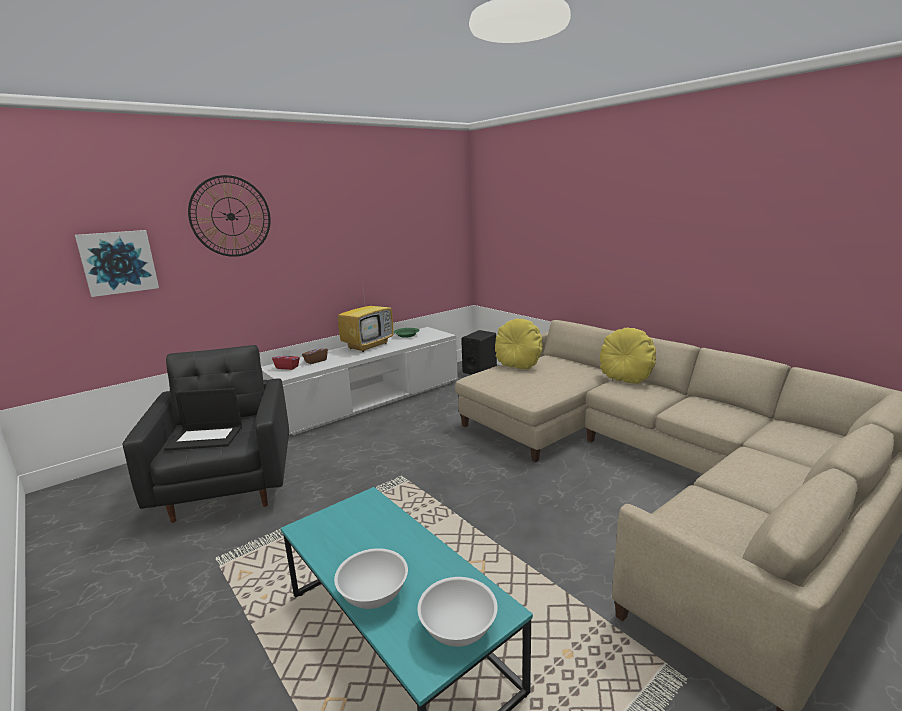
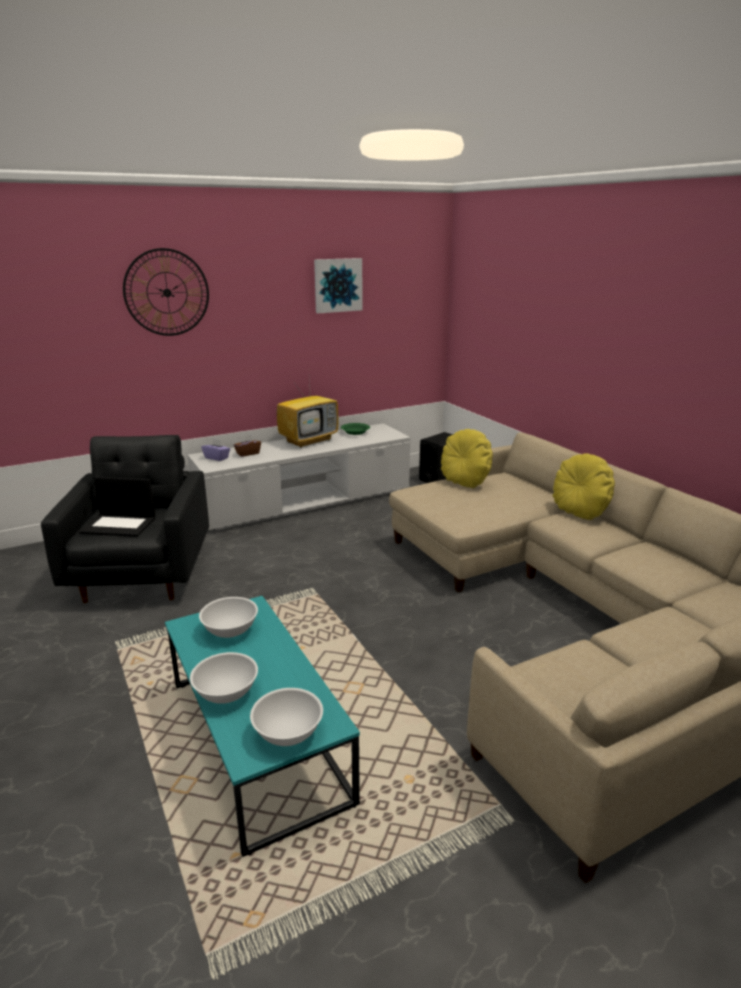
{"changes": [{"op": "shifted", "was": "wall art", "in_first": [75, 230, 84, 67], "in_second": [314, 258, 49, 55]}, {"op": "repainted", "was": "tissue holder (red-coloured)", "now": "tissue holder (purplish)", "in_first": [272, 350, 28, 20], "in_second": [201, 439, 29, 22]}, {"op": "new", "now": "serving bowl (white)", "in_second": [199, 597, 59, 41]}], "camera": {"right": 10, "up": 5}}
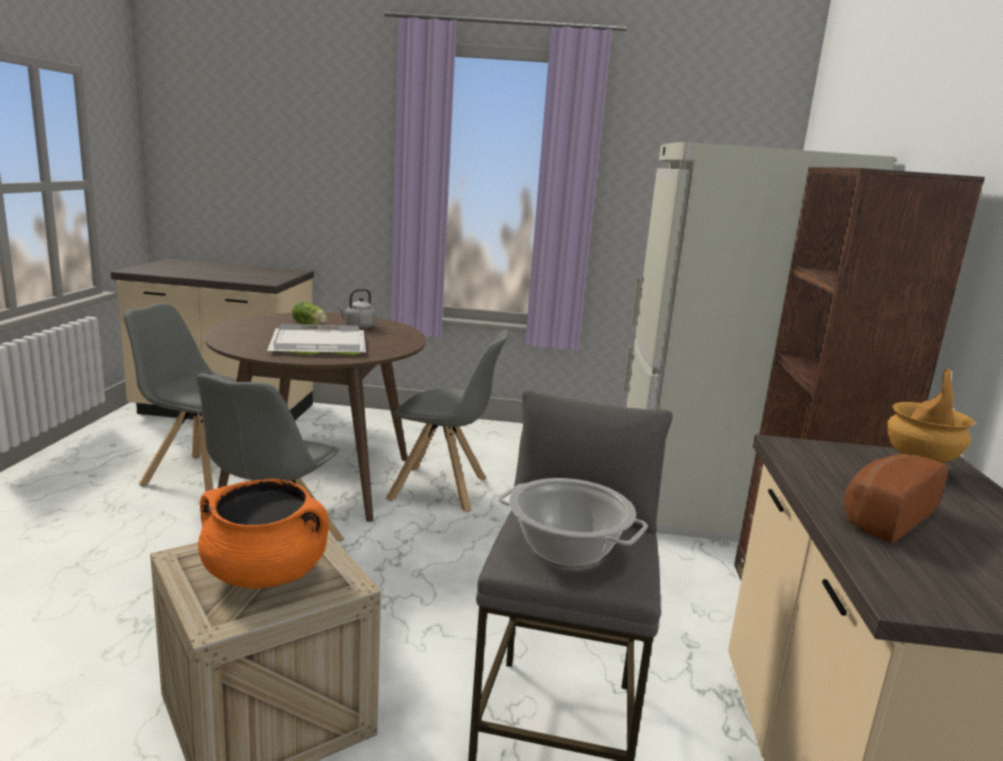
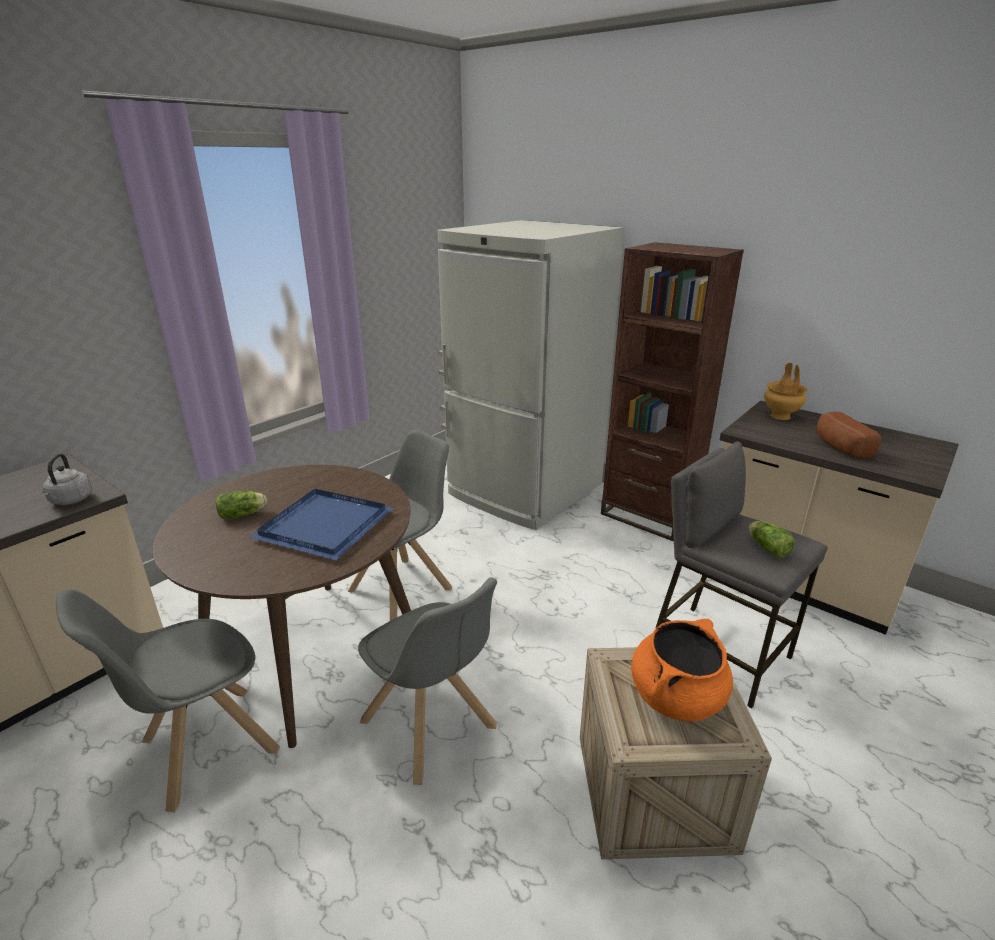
{"changes": [{"op": "shifted", "was": "tea kettle (greyish)", "in_first": [337, 289, 40, 39], "in_second": [42, 454, 50, 51]}, {"op": "repainted", "was": "carrying tray (white)", "now": "carrying tray (blue-coloured)", "in_first": [267, 324, 99, 31], "in_second": [249, 489, 144, 71]}, {"op": "swapped", "was": "cooking pot", "now": "lettuce head", "in_first": [499, 478, 149, 89], "in_second": [749, 521, 46, 36]}], "camera": {"right": -55, "up": 10}}
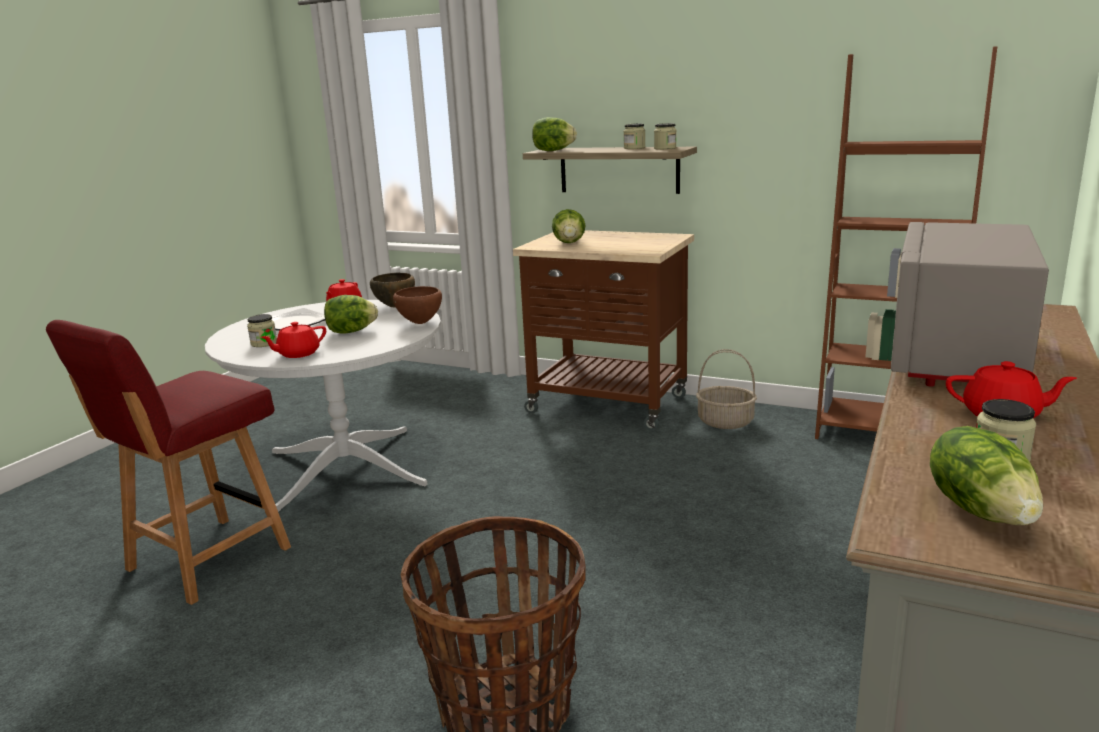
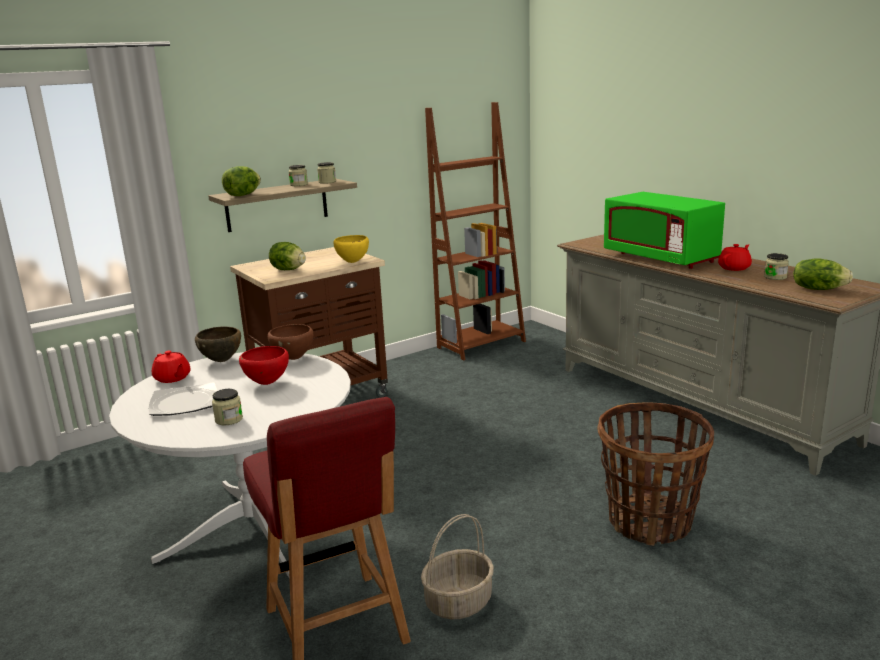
{"changes": [{"op": "repainted", "was": "microwave oven (greyish)", "now": "microwave oven (green-coloured)", "in_first": [891, 222, 158, 165], "in_second": [604, 192, 121, 77]}, {"op": "swapped", "was": "lettuce head", "now": "serving bowl (red-coloured)", "in_first": [324, 295, 54, 39], "in_second": [239, 346, 50, 39]}, {"op": "gone", "was": "teapot (red-coloured)", "in_first": [260, 322, 66, 36]}, {"op": "shifted", "was": "storage basket", "in_first": [696, 349, 61, 80], "in_second": [421, 514, 73, 106]}, {"op": "new", "now": "serving bowl (yellow)", "in_second": [333, 235, 36, 28]}], "camera": {"right": -60, "up": 0}}
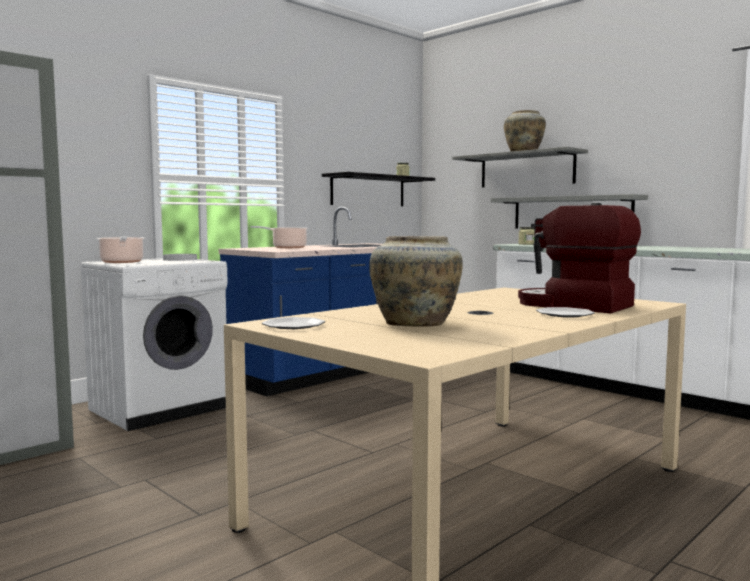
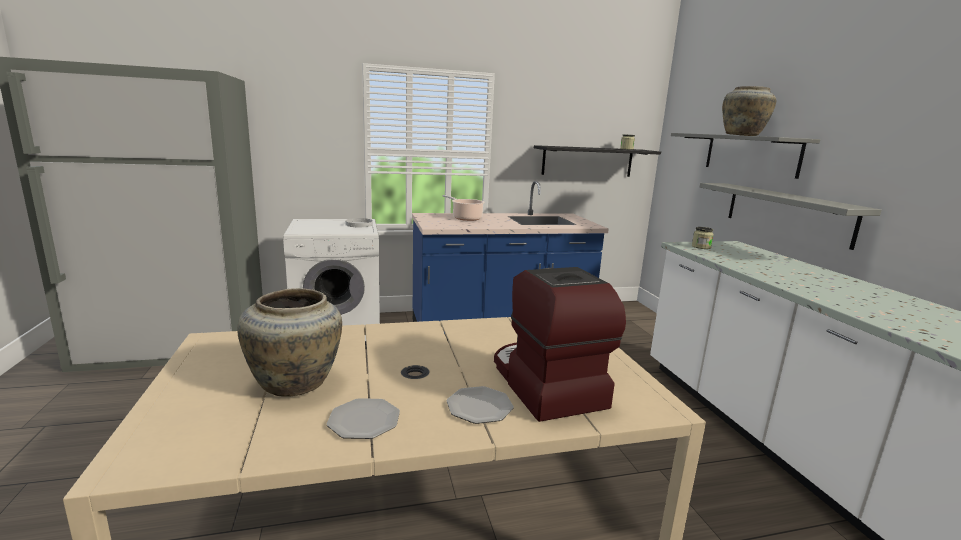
{"changes": [{"op": "gone", "was": "cooking pot", "in_first": [97, 237, 48, 26]}, {"op": "shifted", "was": "flat dish", "in_first": [262, 317, 63, 12], "in_second": [327, 398, 73, 41]}], "camera": {"right": 30, "up": 10}}
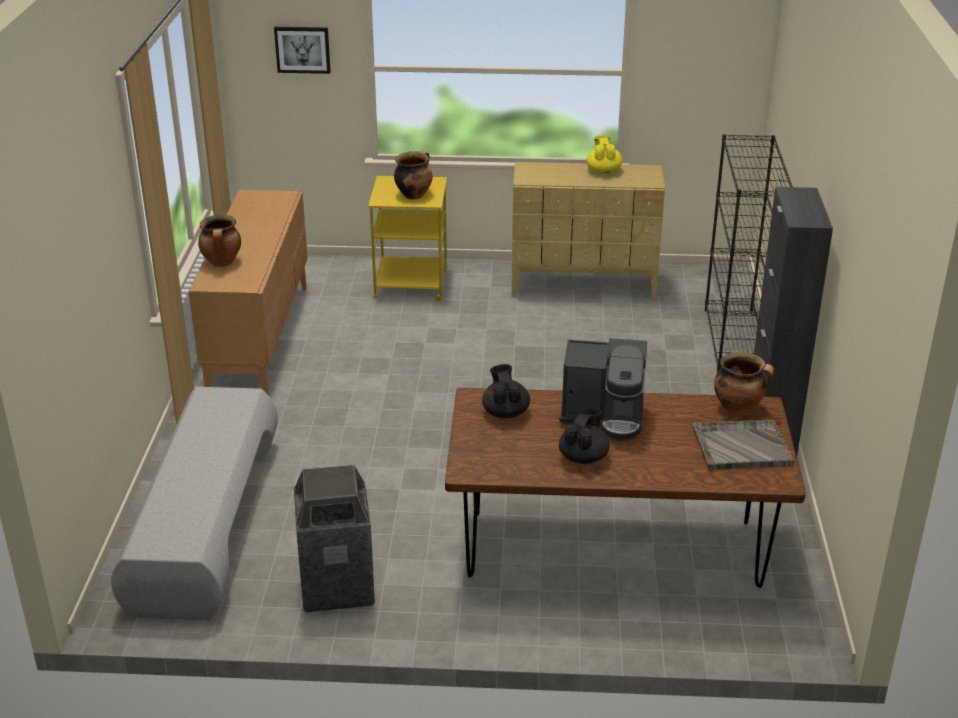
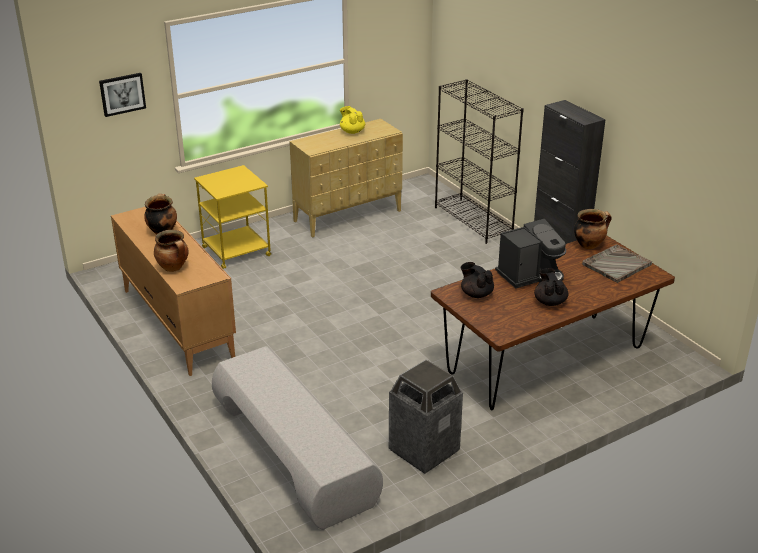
{"changes": [{"op": "shifted", "was": "cooking pot", "in_first": [394, 150, 39, 50], "in_second": [144, 194, 33, 41]}], "camera": {"right": -35, "up": 0}}
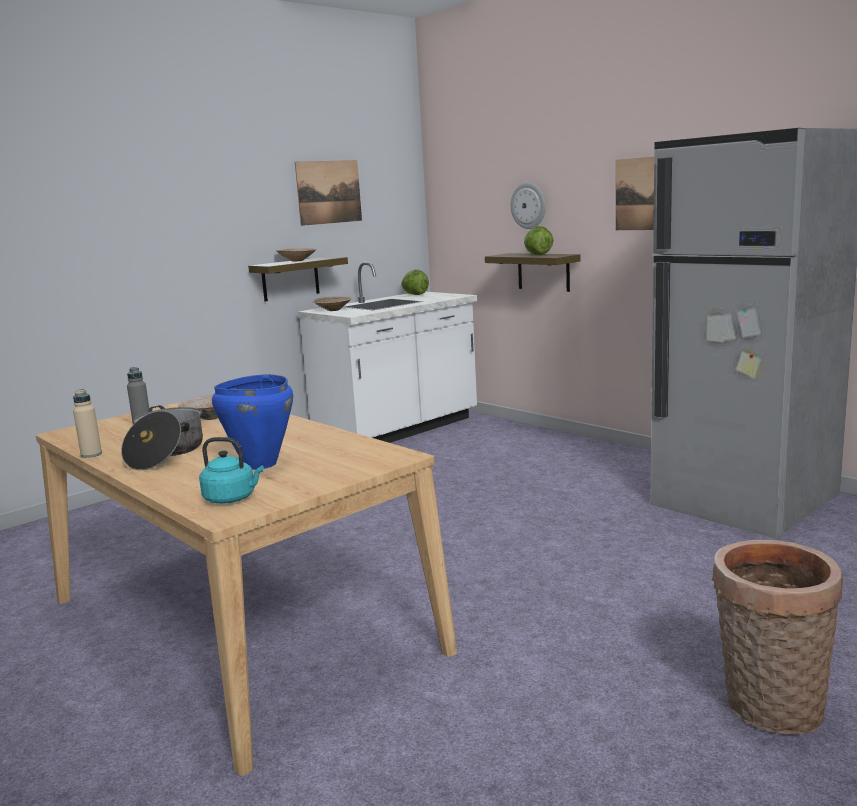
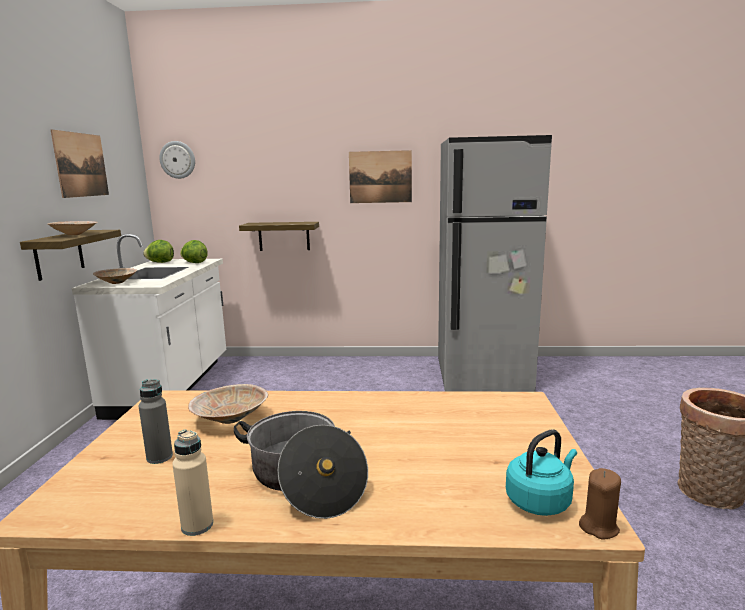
{"changes": [{"op": "shifted", "was": "wall clock", "in_first": [511, 182, 35, 47], "in_second": [159, 141, 36, 38]}, {"op": "shifted", "was": "lettuce head", "in_first": [524, 226, 29, 29], "in_second": [180, 240, 28, 23]}, {"op": "gone", "was": "cooking pot (blue-coloured)", "in_first": [212, 374, 81, 96]}, {"op": "new", "now": "candle (brown-coloured)", "in_second": [579, 468, 42, 71]}], "camera": {"right": -45, "up": 0}}
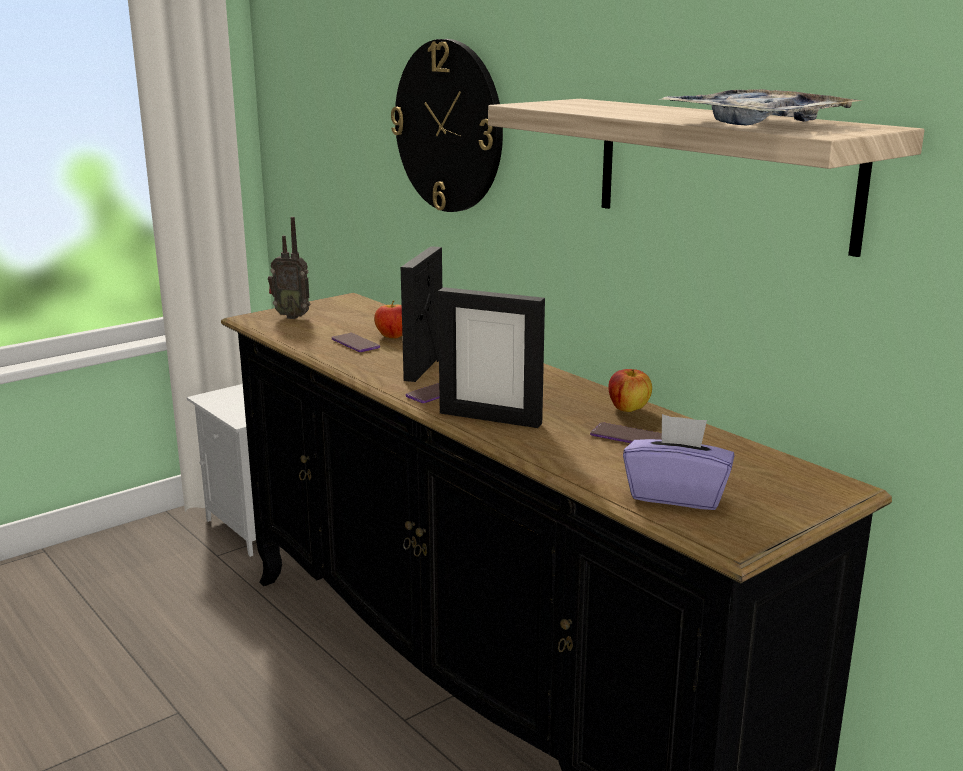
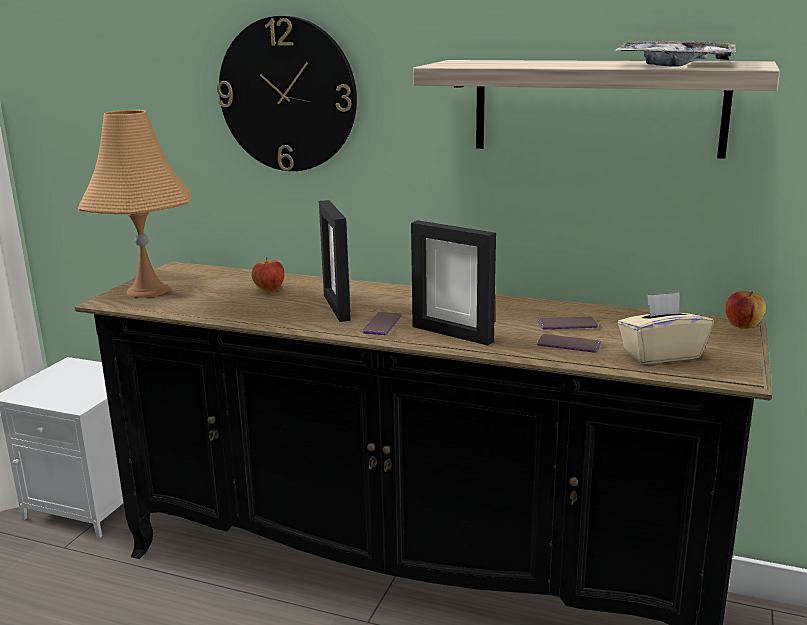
{"changes": [{"op": "swapped", "was": "radio receiver", "now": "table lamp (orange)", "in_first": [268, 217, 42, 102], "in_second": [78, 110, 114, 188]}, {"op": "rotated", "was": "photo frame", "in_first": [438, 287, 107, 141], "in_second": [411, 220, 85, 125], "clockwise": 45}, {"op": "shifted", "was": "phone", "in_first": [332, 333, 48, 19], "in_second": [537, 334, 64, 19]}, {"op": "shifted", "was": "whole apple", "in_first": [608, 369, 44, 43], "in_second": [725, 291, 41, 38]}, {"op": "repainted", "was": "tissue holder (purplish)", "now": "tissue holder (beige)", "in_first": [623, 414, 111, 96], "in_second": [618, 292, 96, 72]}], "camera": {"right": -30, "up": 0}}
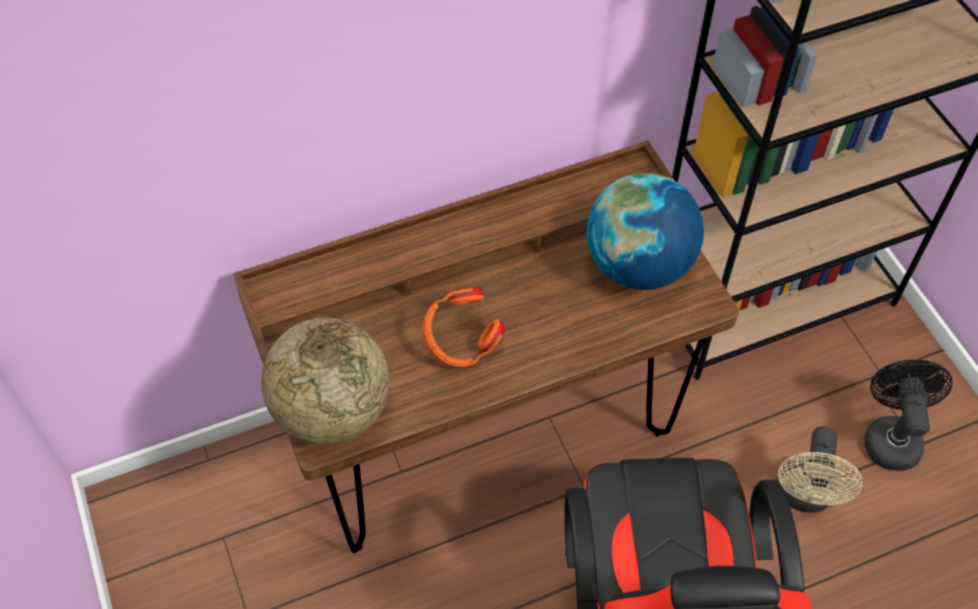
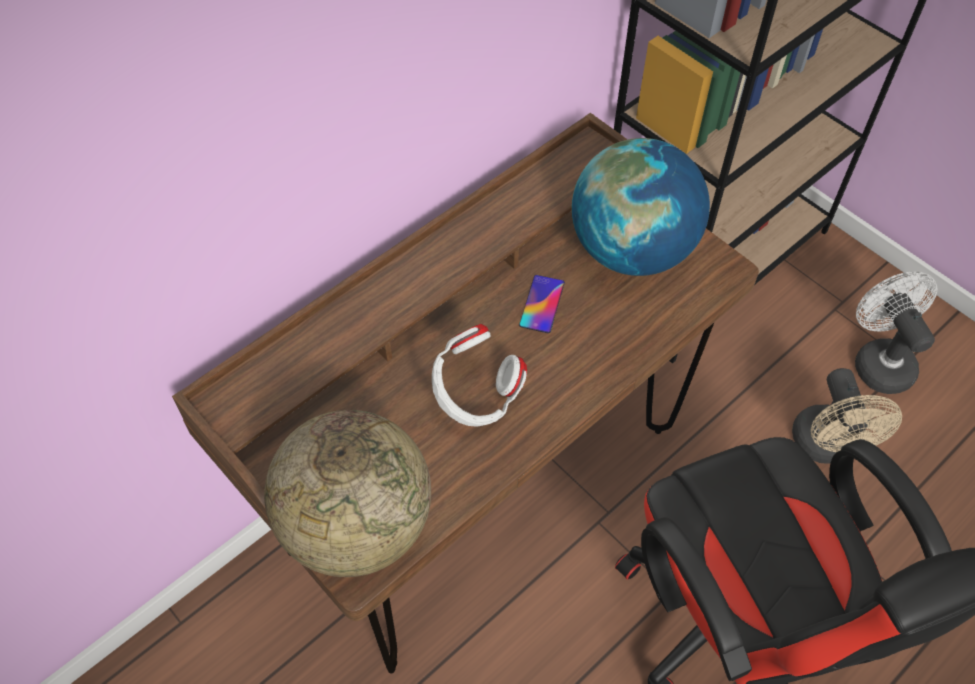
{"changes": [{"op": "repainted", "was": "headset (orange)", "now": "headset (white)", "in_first": [422, 287, 83, 80], "in_second": [432, 324, 95, 103]}, {"op": "repainted", "was": "fan (black-coloured)", "now": "fan (white)", "in_first": [864, 359, 89, 112], "in_second": [855, 272, 83, 122]}, {"op": "new", "now": "phone", "in_second": [519, 275, 46, 58]}], "camera": {"right": -20, "up": 0}}
